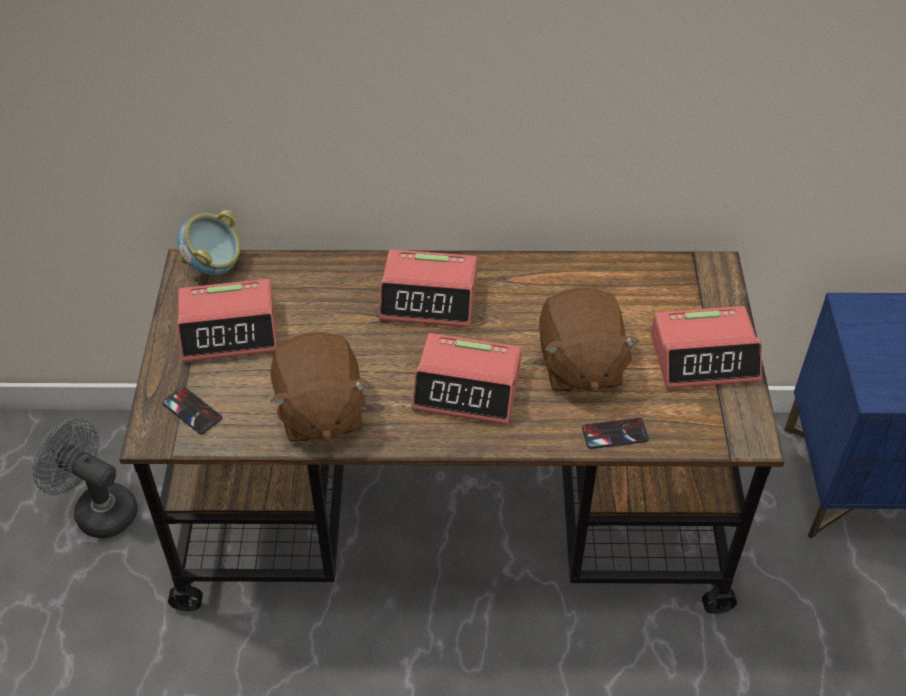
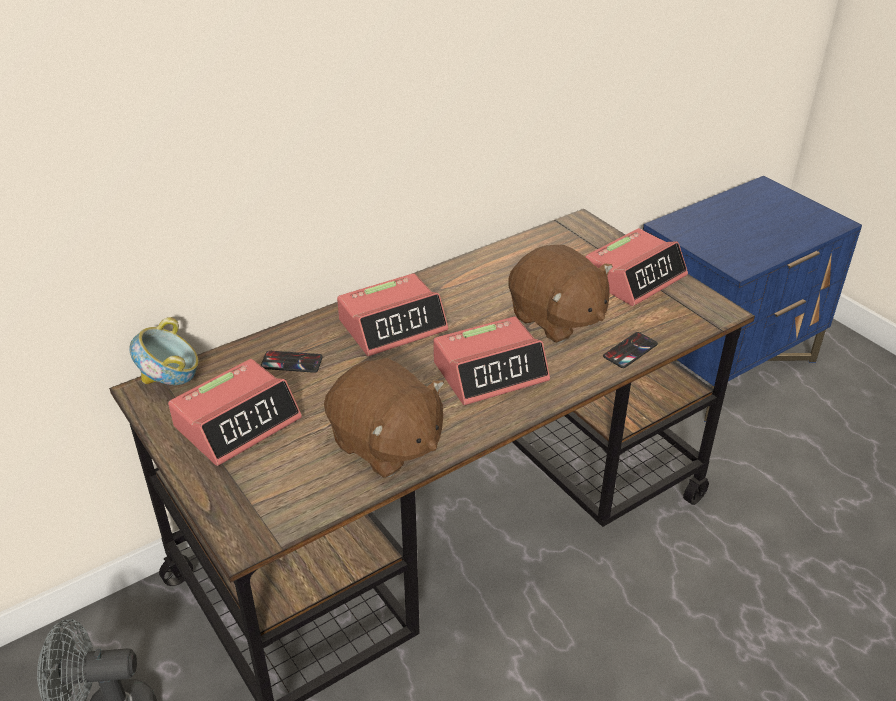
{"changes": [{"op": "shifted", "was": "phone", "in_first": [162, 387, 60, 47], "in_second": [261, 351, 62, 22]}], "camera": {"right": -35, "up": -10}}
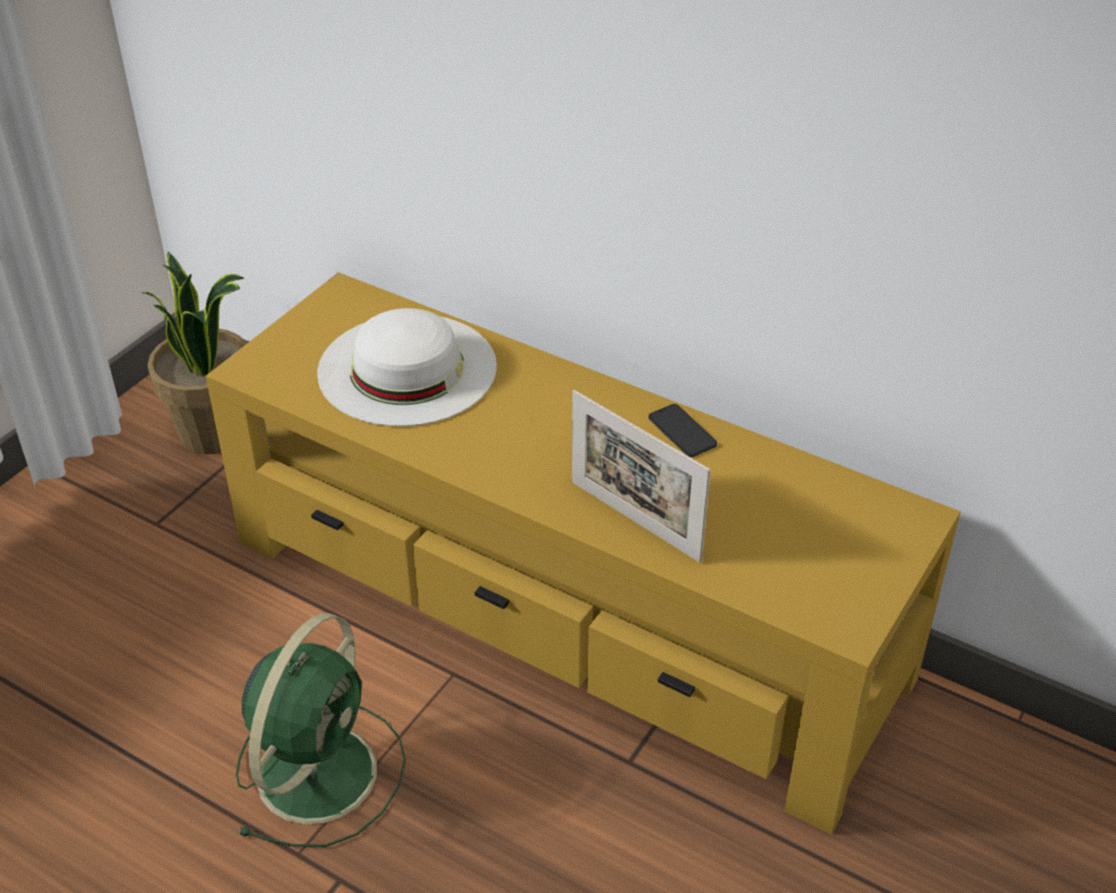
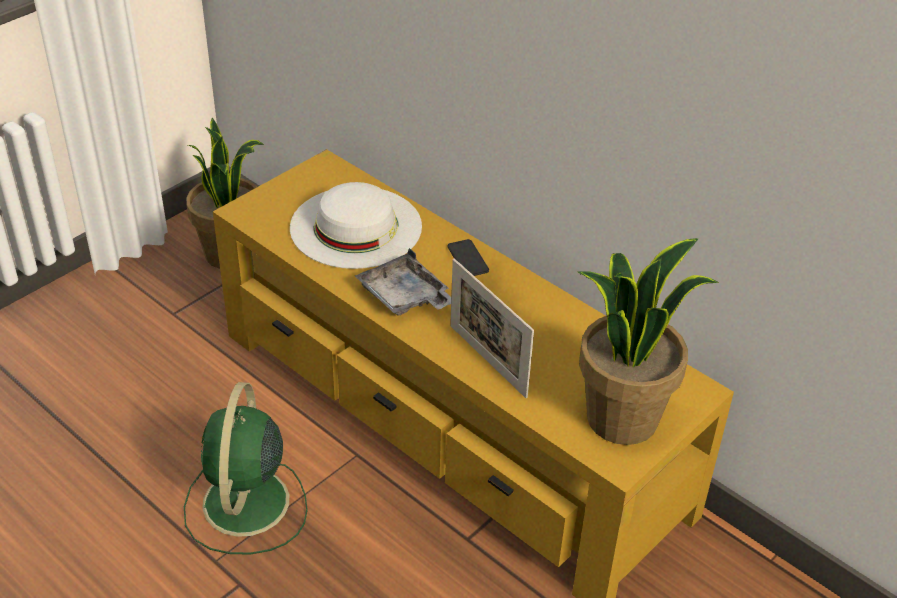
{"changes": [{"op": "shifted", "was": "phone", "in_first": [649, 404, 68, 53], "in_second": [448, 239, 41, 37]}, {"op": "rotated", "was": "fan (green-coloured)", "in_first": [236, 613, 170, 234], "in_second": [184, 382, 124, 172], "clockwise": 150}, {"op": "new", "now": "potted plant", "in_second": [578, 238, 142, 207]}, {"op": "new", "now": "carrying tray (greyish)", "in_second": [355, 248, 96, 68]}], "camera": {"right": 10, "up": 0}}
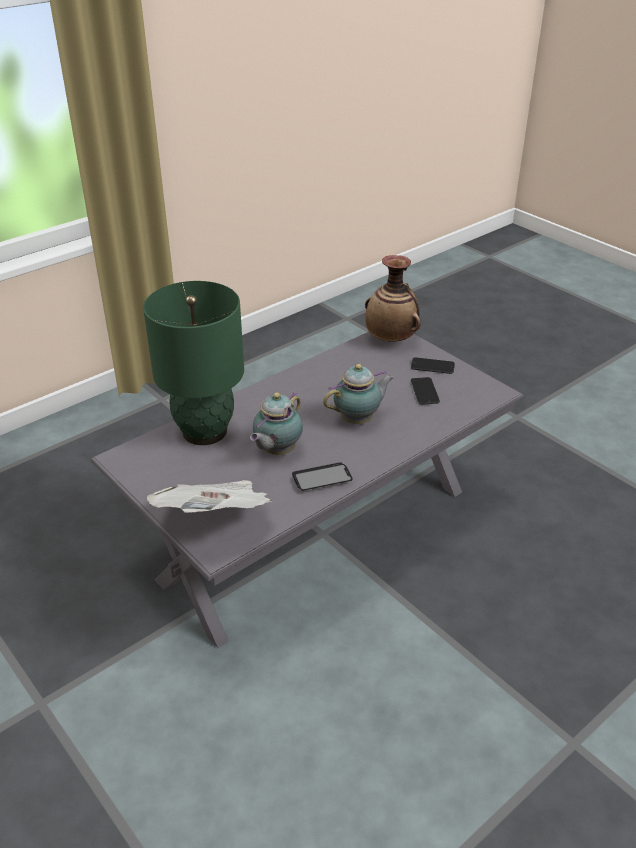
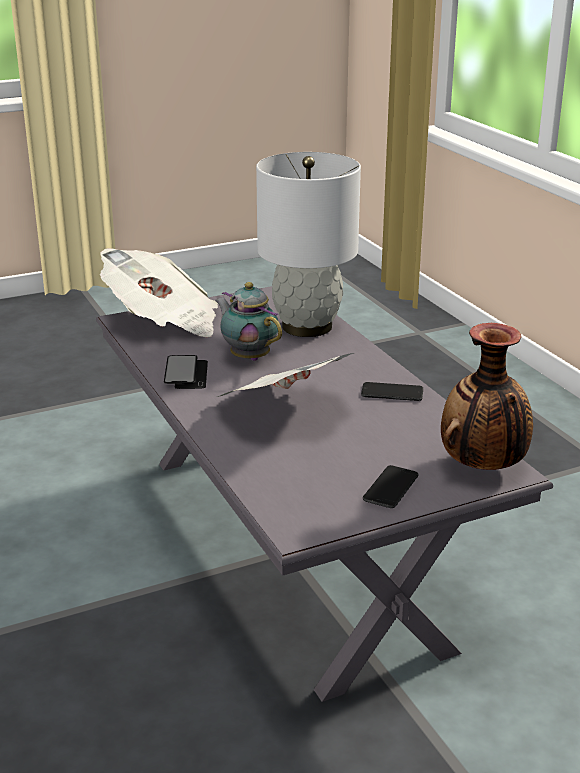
{"changes": [{"op": "repainted", "was": "table lamp (green-coloured)", "now": "table lamp (white)", "in_first": [143, 281, 101, 164], "in_second": [256, 152, 105, 185]}, {"op": "swapped", "was": "teapot", "now": "printed paper", "in_first": [323, 364, 71, 60], "in_second": [217, 353, 137, 44]}, {"op": "shifted", "was": "phone", "in_first": [411, 377, 29, 28], "in_second": [361, 382, 62, 19]}], "camera": {"right": 105, "up": -10}}
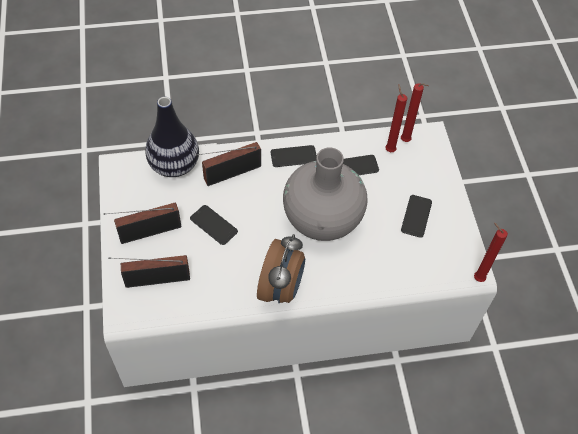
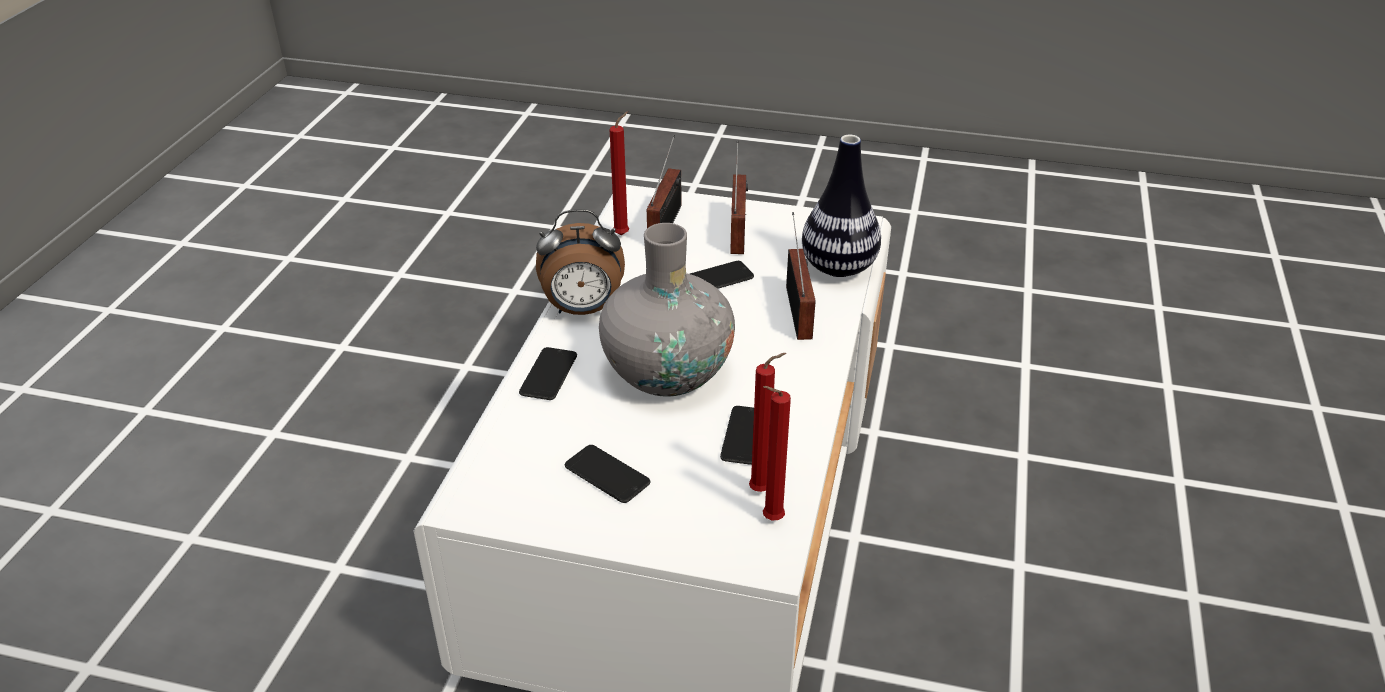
{"changes": [{"op": "shifted", "was": "phone", "in_first": [271, 145, 46, 22], "in_second": [519, 347, 58, 53]}, {"op": "shifted", "was": "candle (red-coloured)", "in_first": [474, 223, 34, 59], "in_second": [609, 111, 20, 124]}, {"op": "rotated", "was": "bedside clock", "in_first": [257, 234, 48, 69], "in_second": [536, 209, 89, 106], "clockwise": -45}], "camera": {"right": 115, "up": -20}}
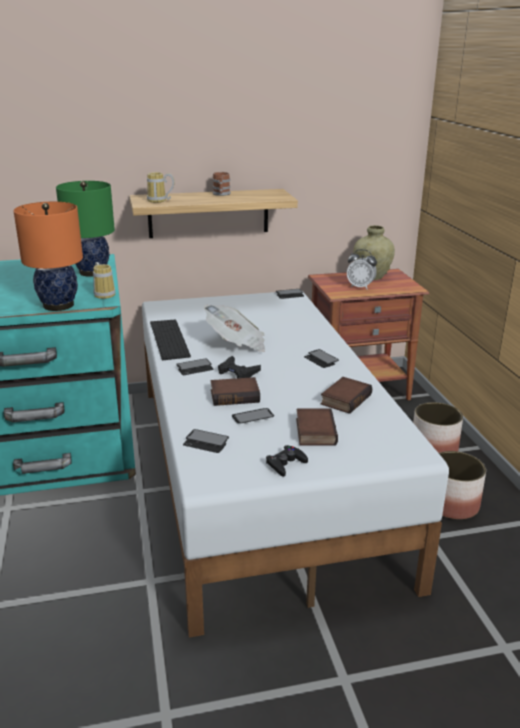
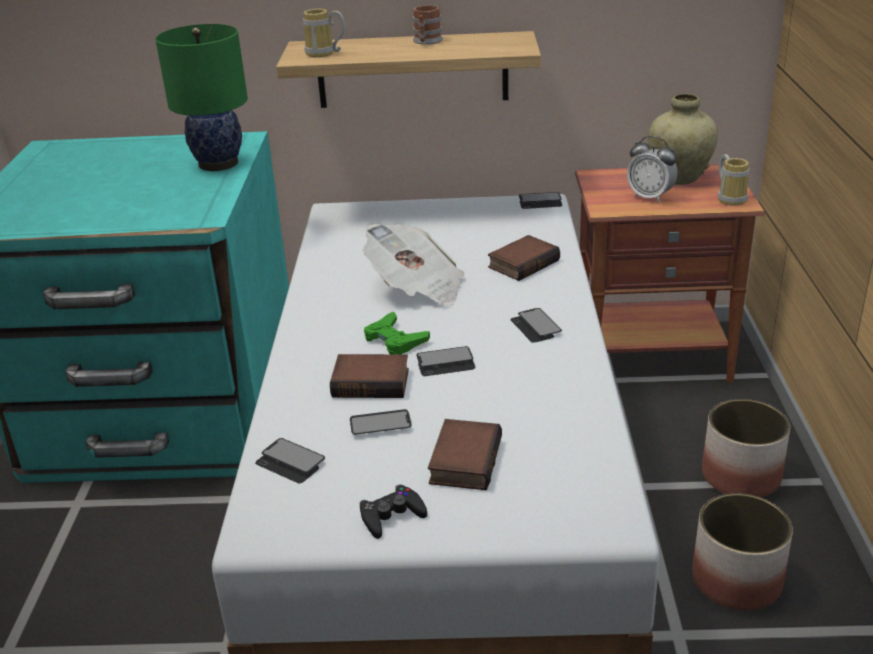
{"changes": [{"op": "gone", "was": "table lamp (orange)", "in_first": [14, 202, 69, 109]}, {"op": "shifted", "was": "coffee mug", "in_first": [93, 262, 23, 37], "in_second": [718, 154, 31, 52]}, {"op": "gone", "was": "keyboard", "in_first": [150, 320, 41, 40]}, {"op": "repainted", "was": "joypad (black-coloured)", "now": "joypad (green-coloured)", "in_first": [218, 356, 43, 22], "in_second": [364, 312, 66, 42]}, {"op": "shifted", "was": "phone", "in_first": [176, 358, 37, 17], "in_second": [416, 346, 59, 30]}, {"op": "shifted", "was": "volume", "in_first": [321, 377, 51, 37], "in_second": [488, 235, 72, 46]}], "camera": {"right": 15, "up": 5}}
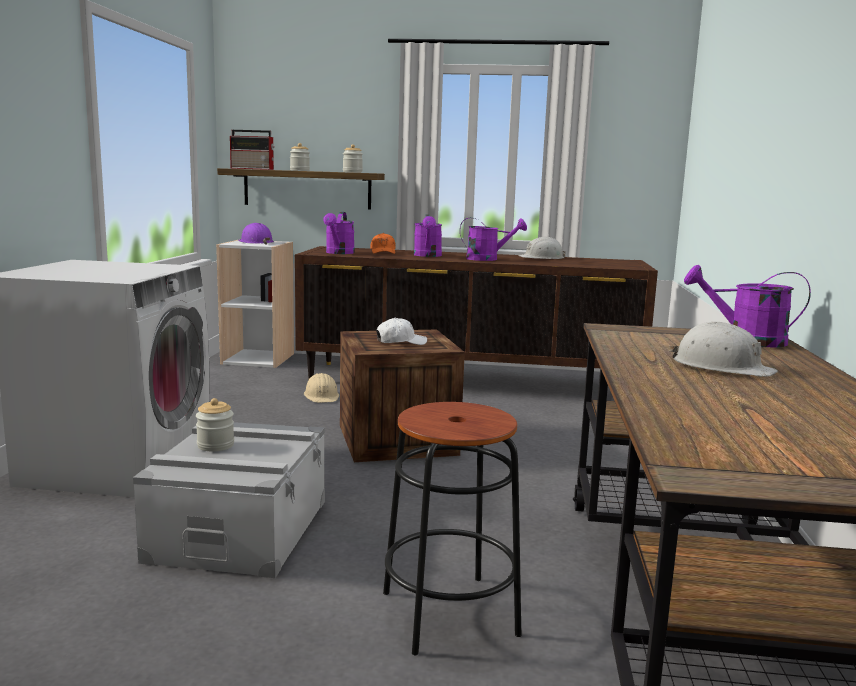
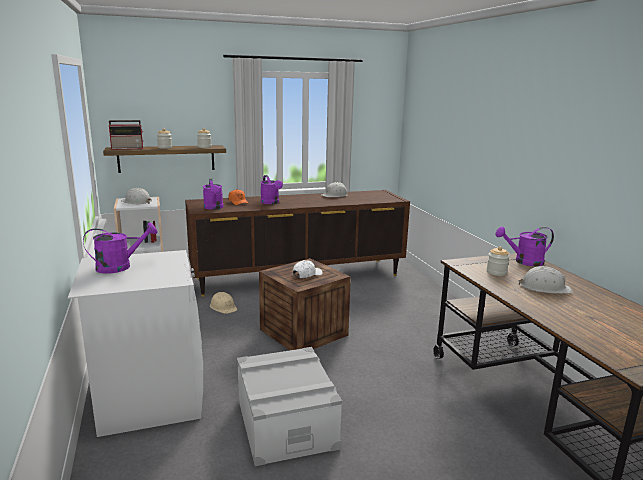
{"changes": [{"op": "shifted", "was": "watering can (purplish)", "in_first": [460, 218, 67, 43], "in_second": [83, 223, 75, 50]}, {"op": "repainted", "was": "safety helmet (purplish)", "now": "safety helmet (white)", "in_first": [238, 223, 36, 22], "in_second": [121, 188, 31, 16]}, {"op": "shifted", "was": "storage jar", "in_first": [196, 398, 38, 53], "in_second": [487, 247, 23, 29]}, {"op": "gone", "was": "sitting stool (black-coloured)", "in_first": [383, 402, 138, 253]}], "camera": {"right": -25, "up": 5}}
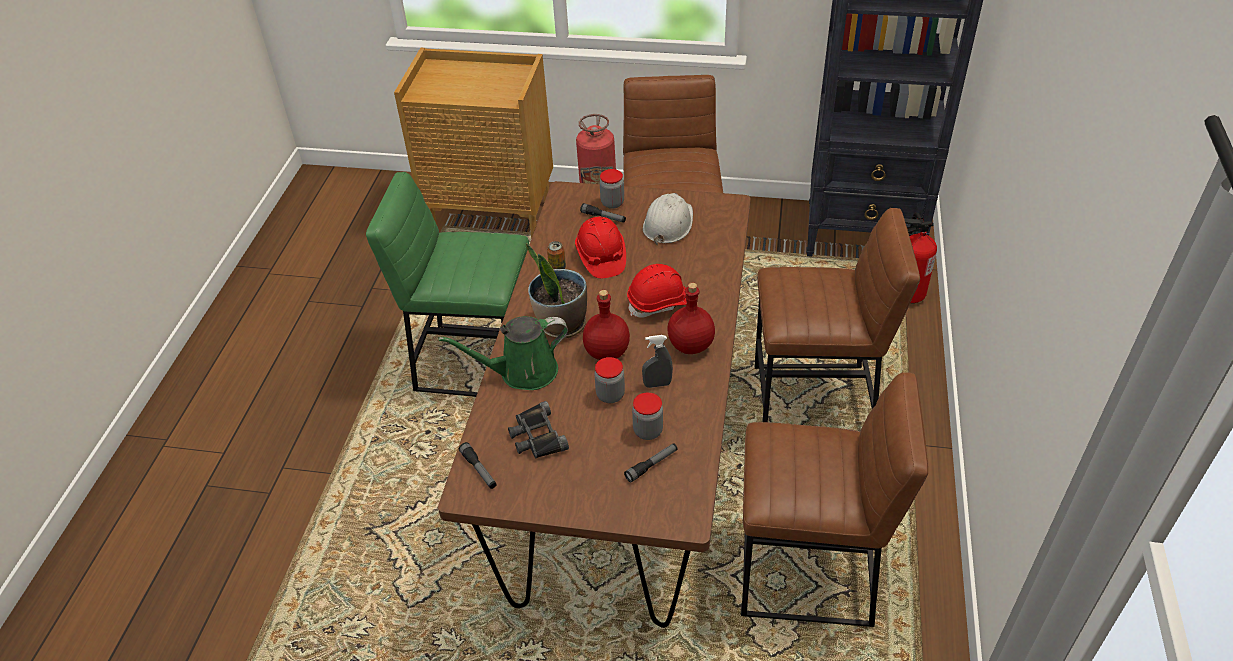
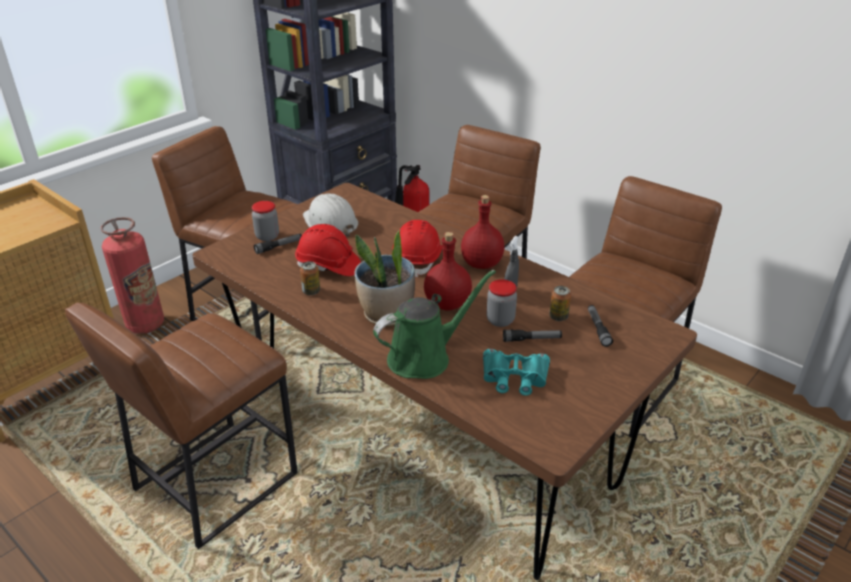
{"changes": [{"op": "repainted", "was": "plain chair (green-coloured)", "now": "plain chair (brown-coloured)", "in_first": [366, 172, 163, 225], "in_second": [65, 302, 233, 247]}, {"op": "rotated", "was": "watering can (green-coloured)", "in_first": [438, 316, 130, 74], "in_second": [373, 270, 123, 109], "clockwise": -135}, {"op": "swapped", "was": "storage jar", "now": "can", "in_first": [632, 392, 31, 48], "in_second": [549, 286, 22, 35]}, {"op": "repainted", "was": "binoculars (black-coloured)", "now": "binoculars (blue-green)", "in_first": [508, 401, 61, 58], "in_second": [483, 349, 67, 47]}, {"op": "shifted", "was": "hand torch", "in_first": [459, 442, 38, 47], "in_second": [503, 330, 59, 12]}], "camera": {"right": -60, "up": -10}}
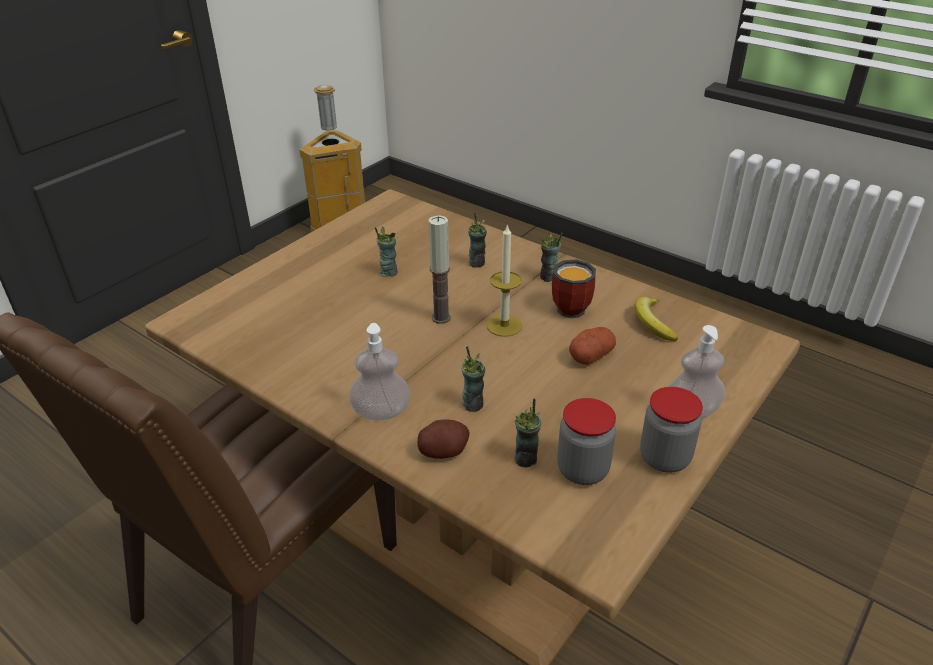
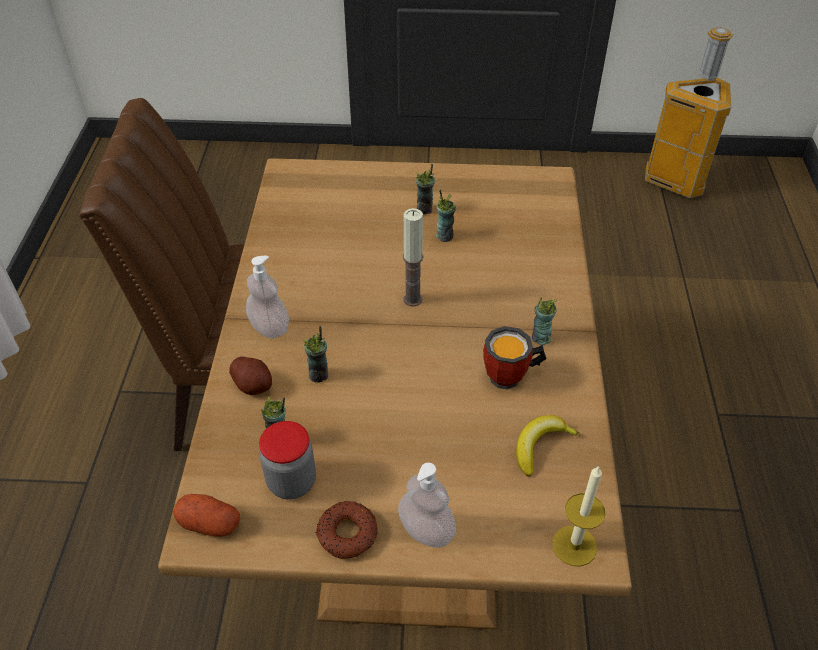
{"changes": [{"op": "shifted", "was": "cup", "in_first": [468, 213, 19, 55], "in_second": [416, 164, 19, 51]}, {"op": "shifted", "was": "candle", "in_first": [487, 224, 35, 113], "in_second": [552, 465, 54, 102]}, {"op": "shifted", "was": "spud", "in_first": [569, 327, 47, 38], "in_second": [173, 494, 67, 42]}, {"op": "swapped", "was": "storage jar", "now": "donut", "in_first": [640, 387, 63, 86], "in_second": [315, 501, 63, 58]}], "camera": {"right": 55, "up": 10}}
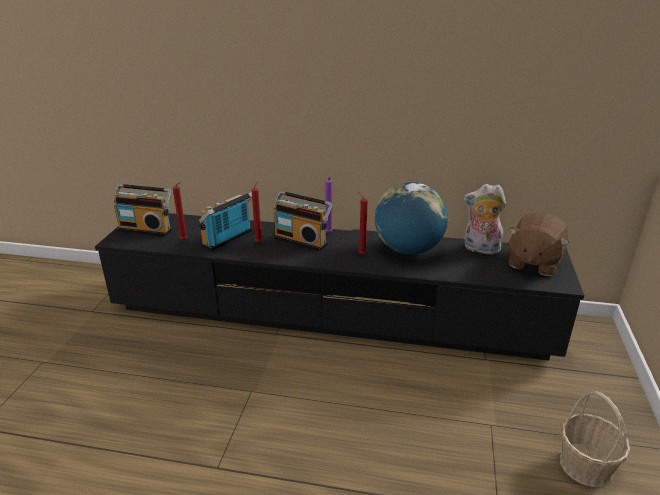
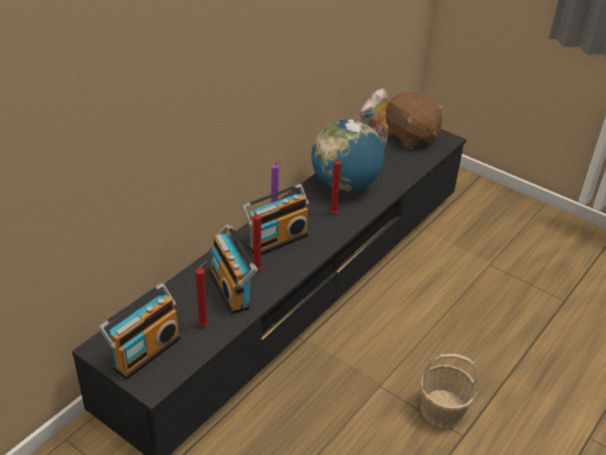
{"changes": [{"op": "shifted", "was": "storage basket", "in_first": [560, 391, 70, 96], "in_second": [420, 354, 59, 74]}], "camera": {"right": -65, "up": 10}}
